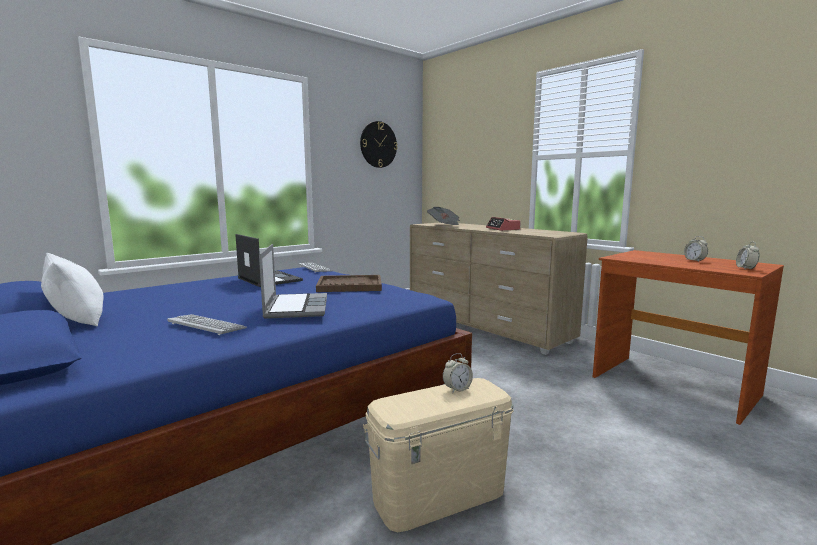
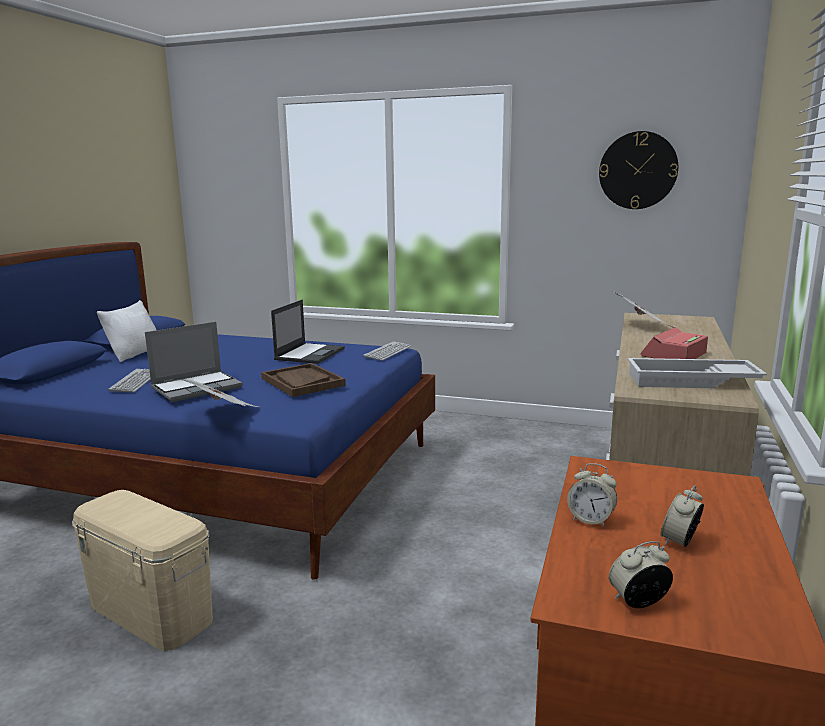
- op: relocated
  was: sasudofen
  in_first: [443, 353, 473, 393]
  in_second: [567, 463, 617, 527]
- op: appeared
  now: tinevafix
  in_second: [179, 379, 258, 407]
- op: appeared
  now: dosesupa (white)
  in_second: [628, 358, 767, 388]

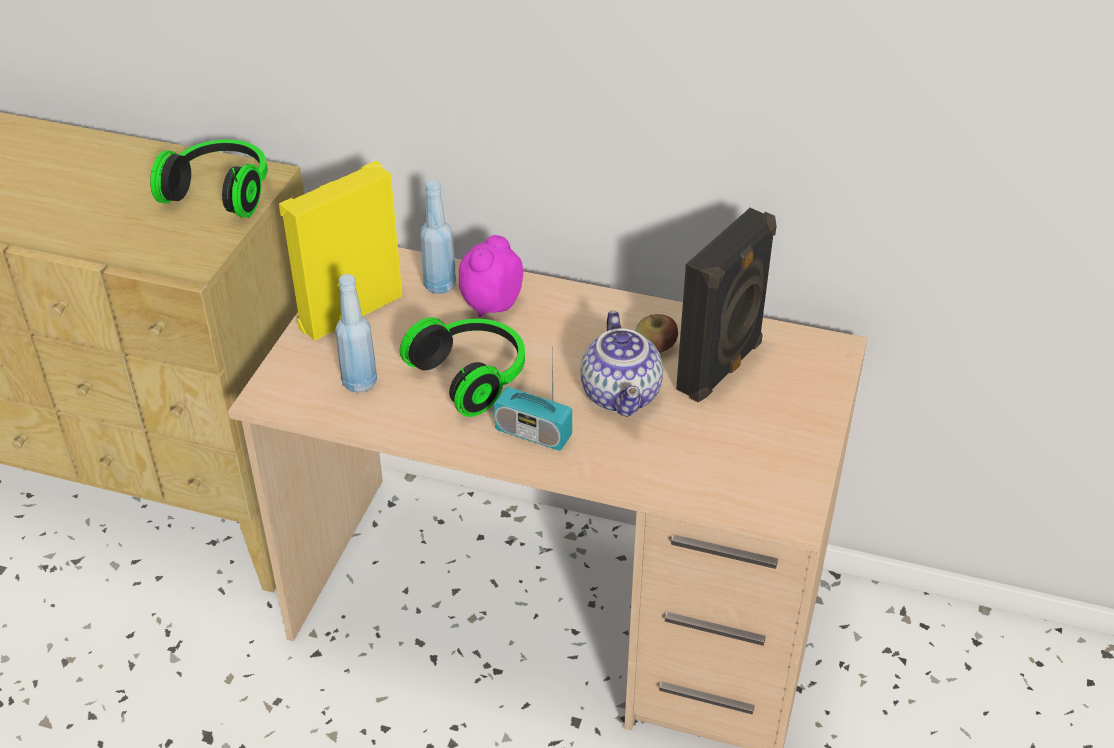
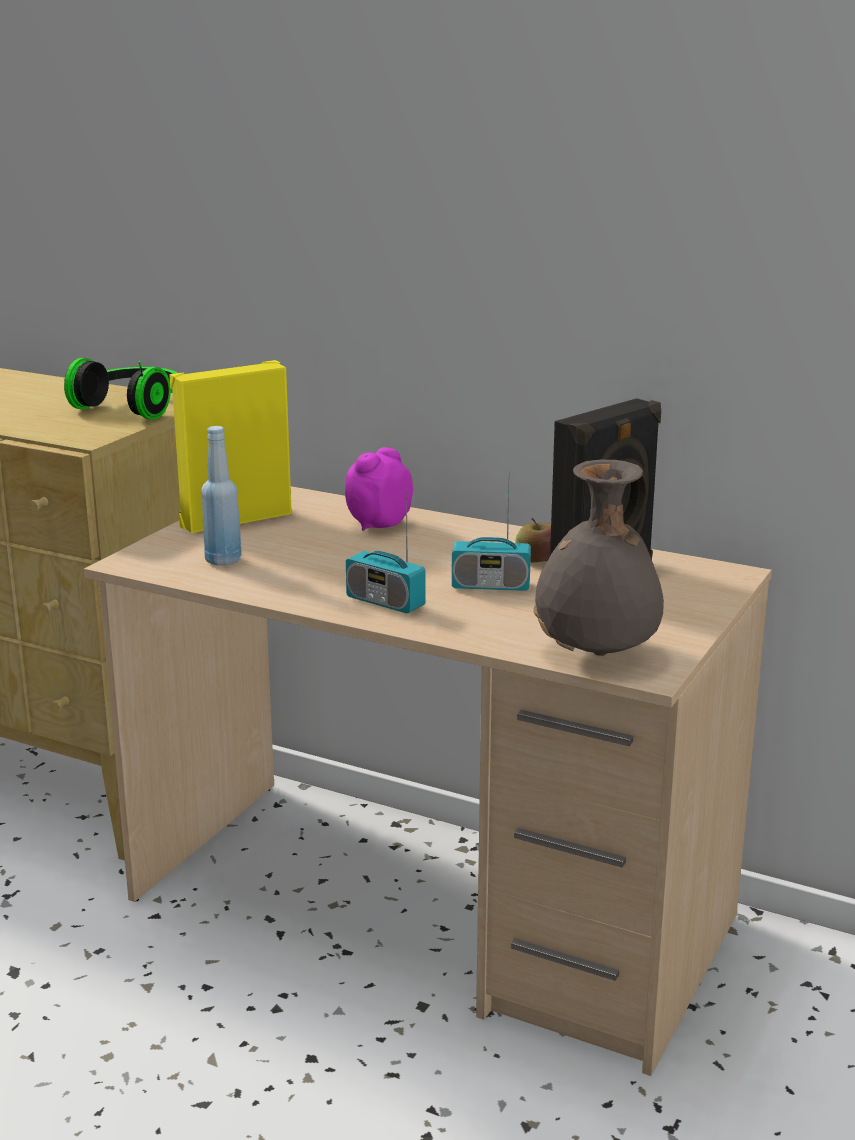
- op: missing
  was: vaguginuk
  in_first: [400, 317, 525, 417]
- op: missing
  was: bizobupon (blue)
  in_first: [420, 180, 456, 294]
- op: exchanged
  was: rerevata
  now: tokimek
  in_first: [581, 311, 663, 417]
  in_second: [452, 488, 531, 591]
- op: appeared
  now: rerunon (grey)
  in_second: [533, 460, 664, 656]

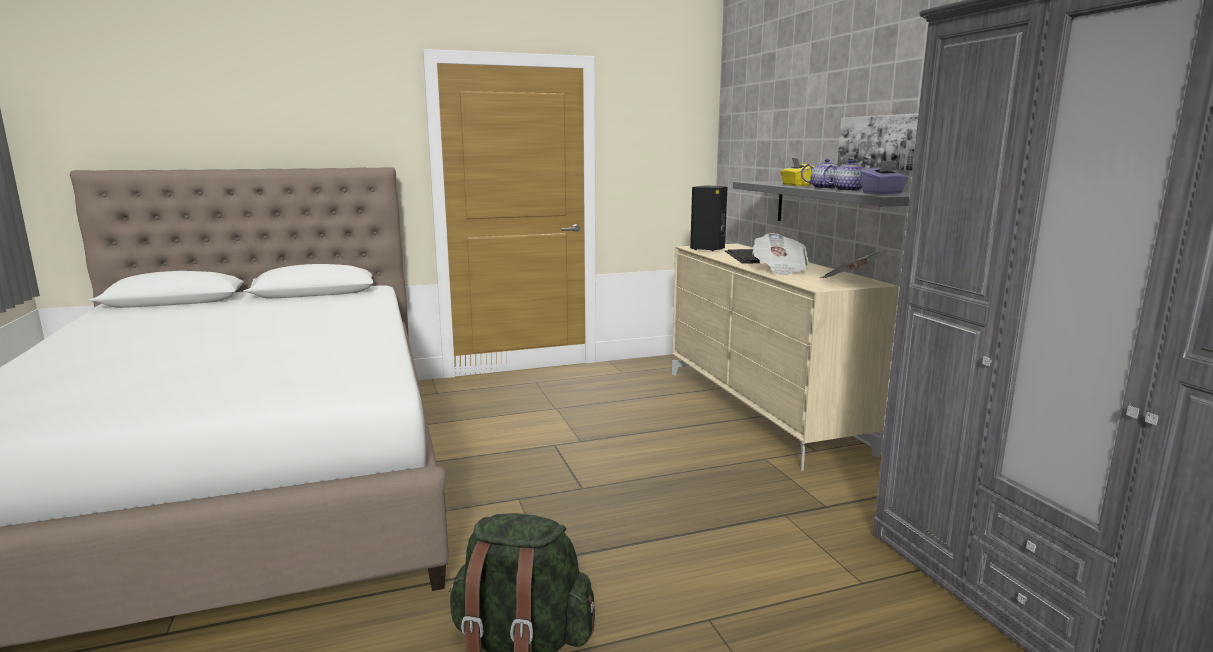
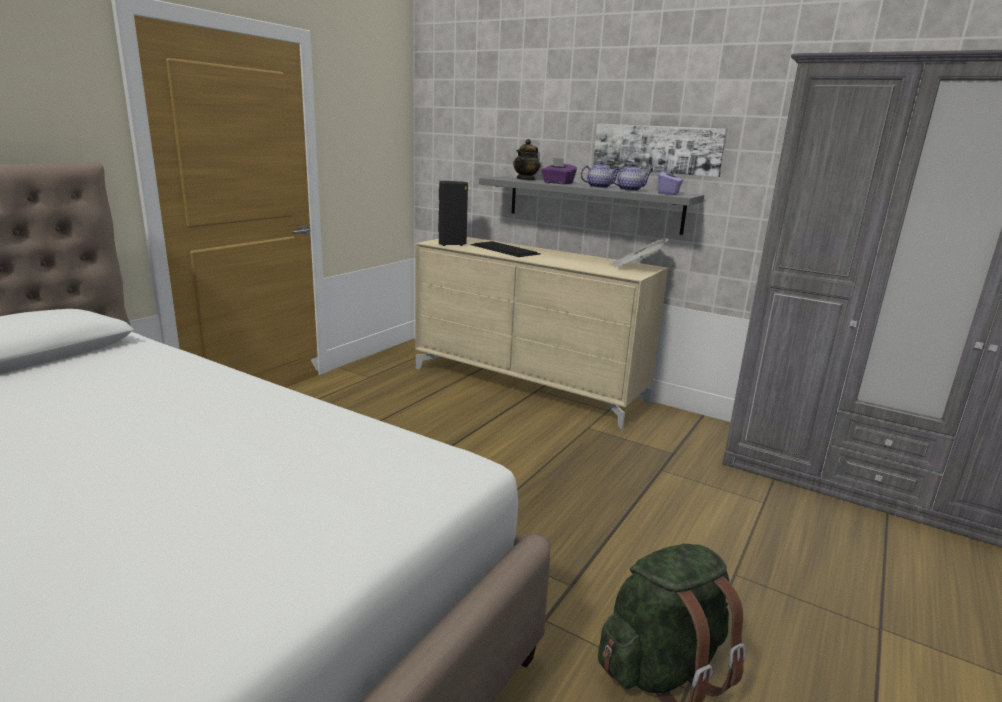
- op: missing
  was: tinevafix
  in_first: [752, 233, 809, 275]
- op: colour
  was: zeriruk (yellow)
  now: zeriruk (purple)
  in_first: [780, 158, 814, 186]
  in_second: [541, 158, 577, 184]
- op: appeared
  now: rerevata
  in_second: [513, 139, 540, 181]

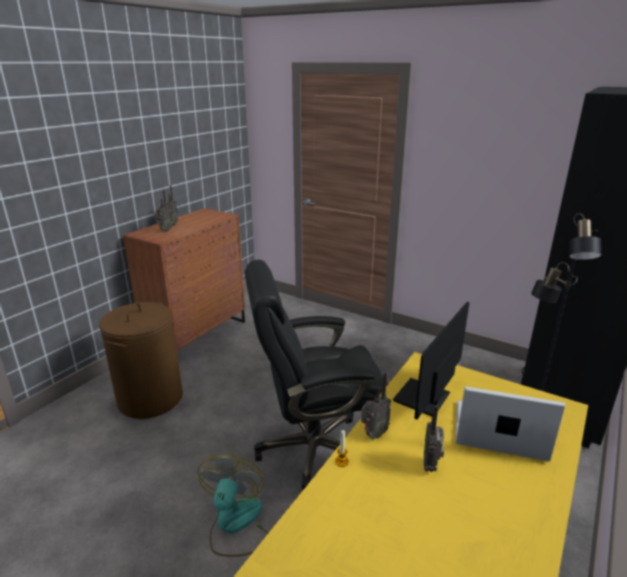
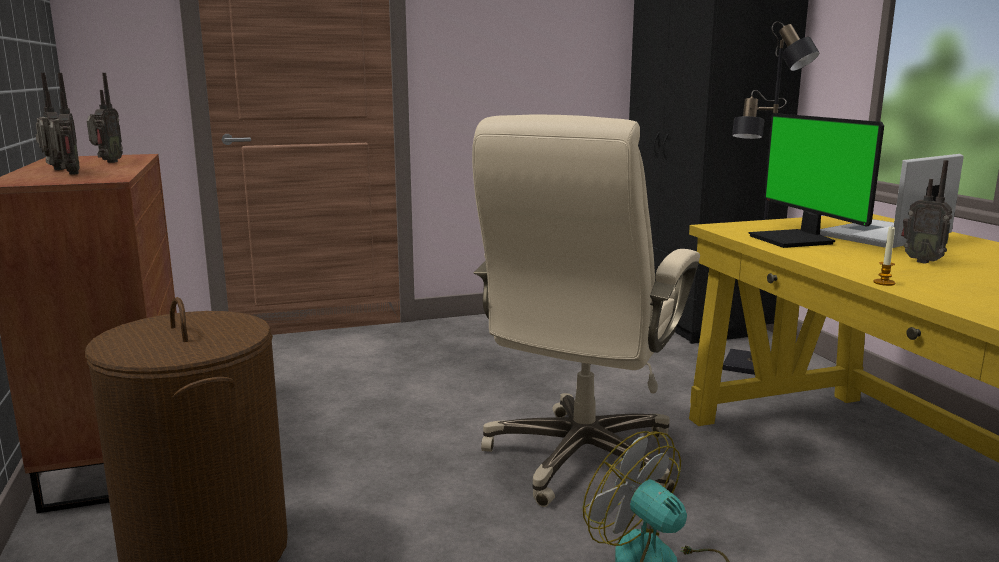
- op: colour
  was: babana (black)
  now: babana (beige)
  in_first: [245, 260, 388, 491]
  in_second: [472, 115, 700, 507]
- op: relocated
  was: tokimek
  in_first: [361, 372, 391, 439]
  in_second: [87, 73, 123, 163]

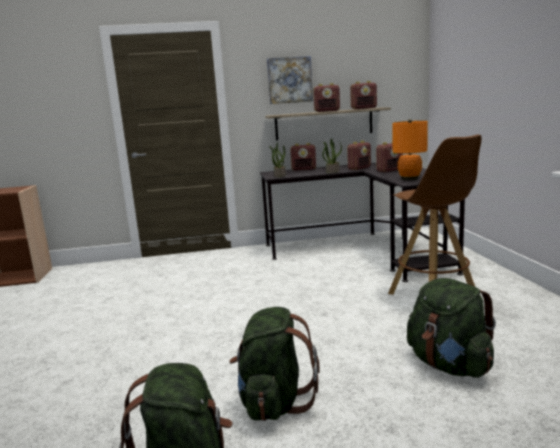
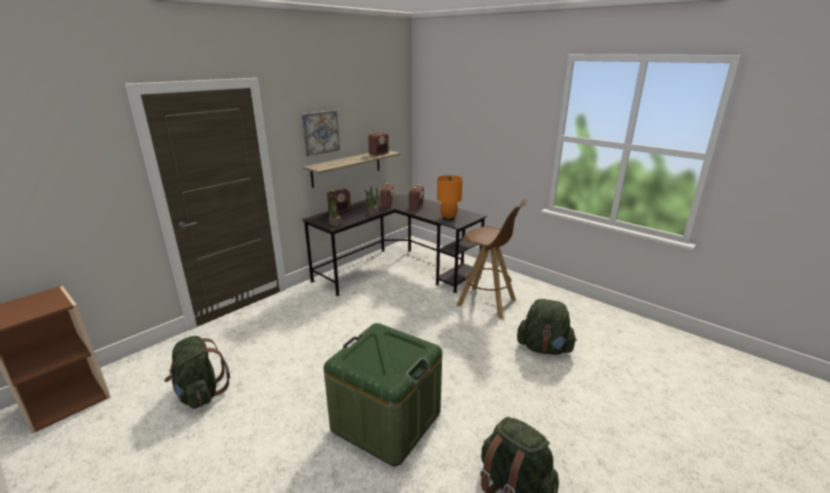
- op: relocated
  was: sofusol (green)
  in_first: [229, 307, 320, 421]
  in_second: [164, 336, 230, 409]
- op: missing
  was: tokimek
  in_first: [313, 83, 340, 112]
- op: appeared
  now: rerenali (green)
  in_second: [324, 323, 442, 466]

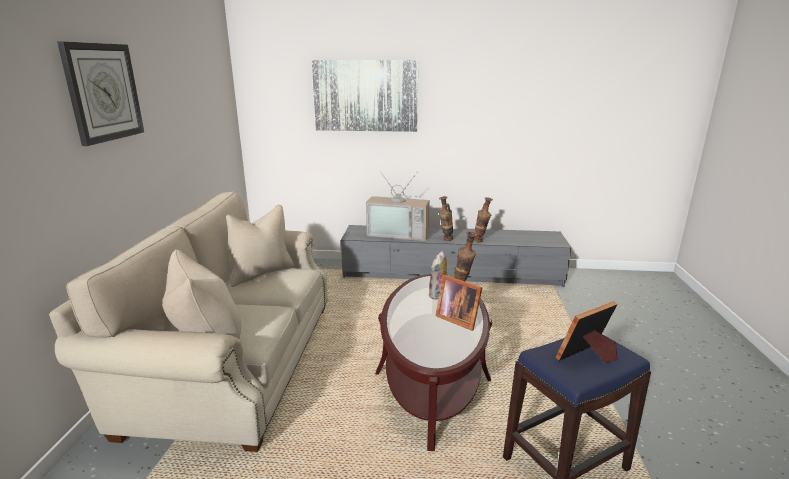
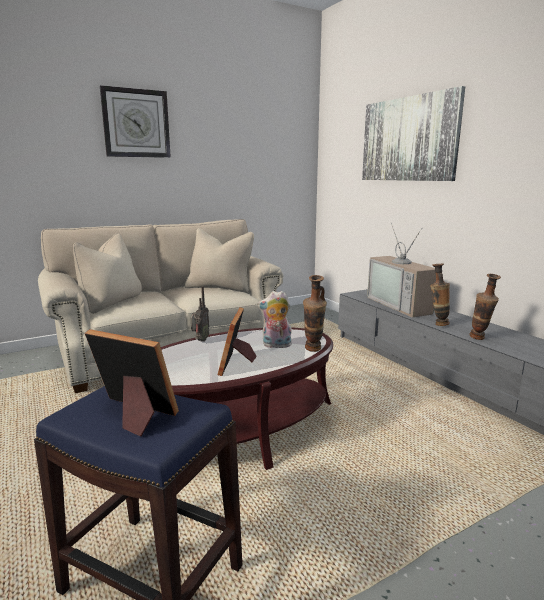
- op: appeared
  now: tokimek
  in_second: [191, 286, 209, 342]

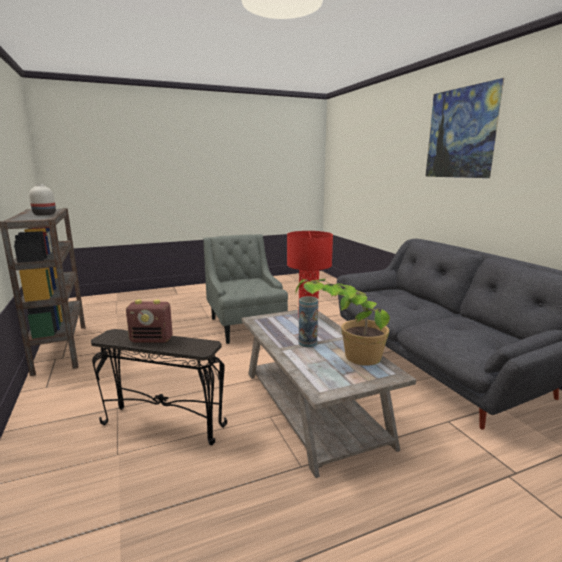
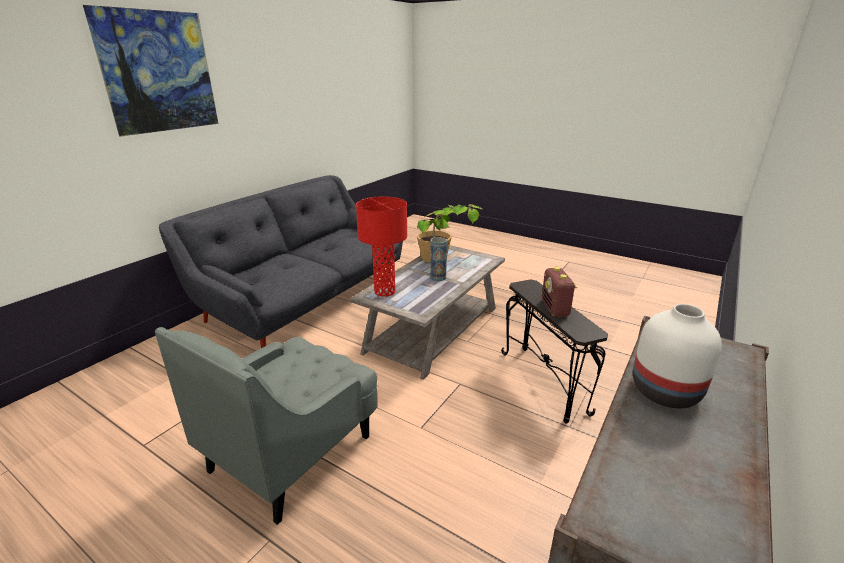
- op: spun
  was: tokimek
  in_first: [126, 299, 173, 343]
  in_second: [542, 267, 577, 317]
  clockwise: -150

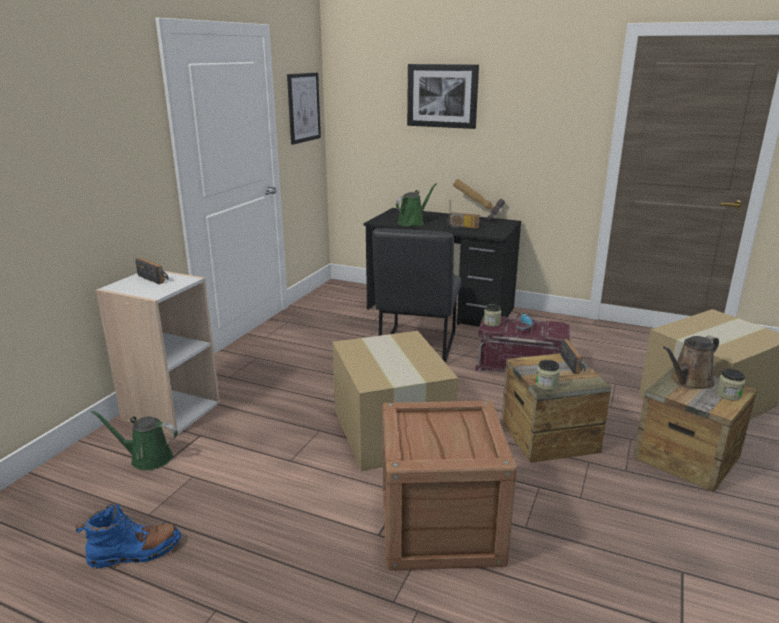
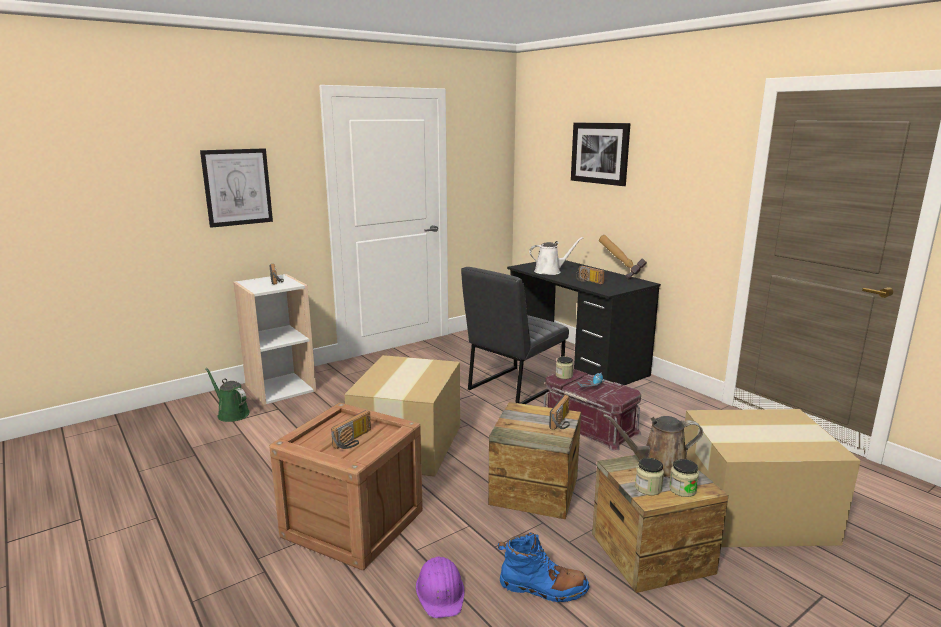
- op: relocated
  was: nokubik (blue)
  in_first: [76, 504, 181, 569]
  in_second: [498, 532, 589, 602]
- op: relocated
  was: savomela
  in_first: [287, 73, 321, 145]
  in_second: [200, 148, 273, 228]
- op: colour
  was: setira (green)
  now: setira (white)
  in_first: [396, 183, 437, 226]
  in_second: [529, 237, 583, 275]
- op: relocated
  was: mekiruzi
  in_first: [536, 360, 560, 390]
  in_second: [635, 458, 664, 495]
- op: appeared
  now: tokimek
  in_second: [331, 410, 371, 449]
- op: appeared
  now: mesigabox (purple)
  in_second: [416, 556, 464, 618]

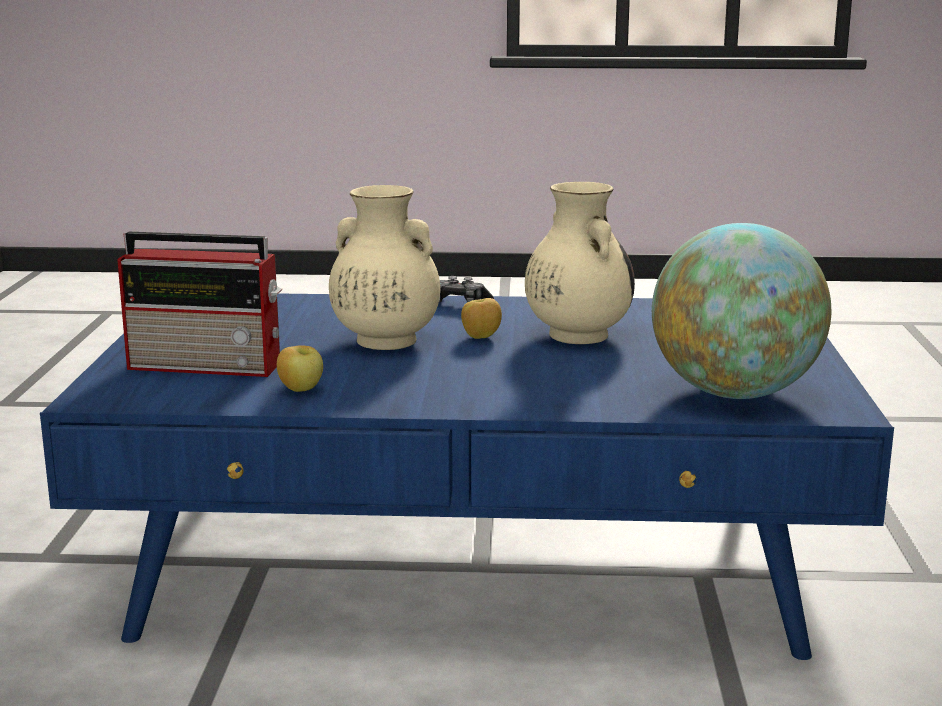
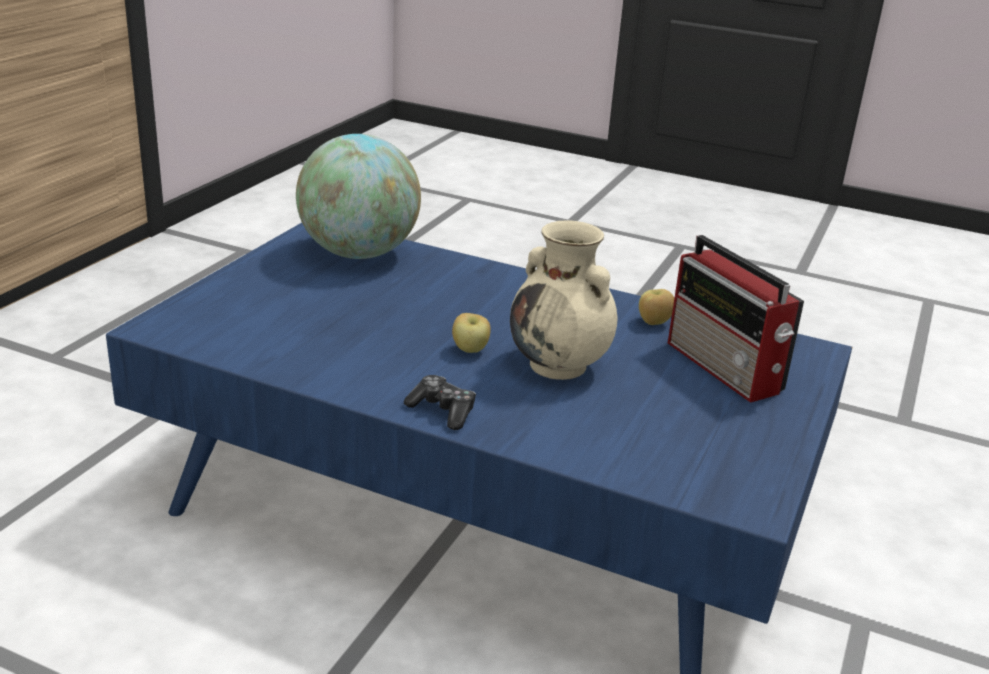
- op: spun
  was: tokimek
  in_first: [118, 232, 282, 377]
  in_second: [668, 235, 804, 403]
  clockwise: -150
- op: missing
  was: rerunon (beige)
  in_first: [525, 182, 635, 344]

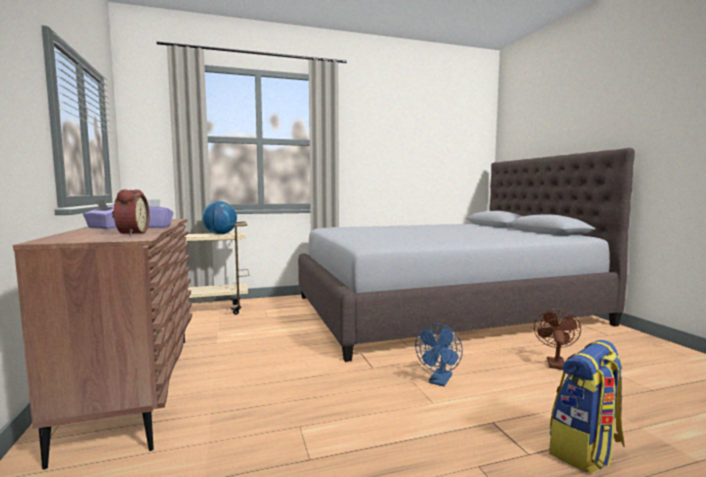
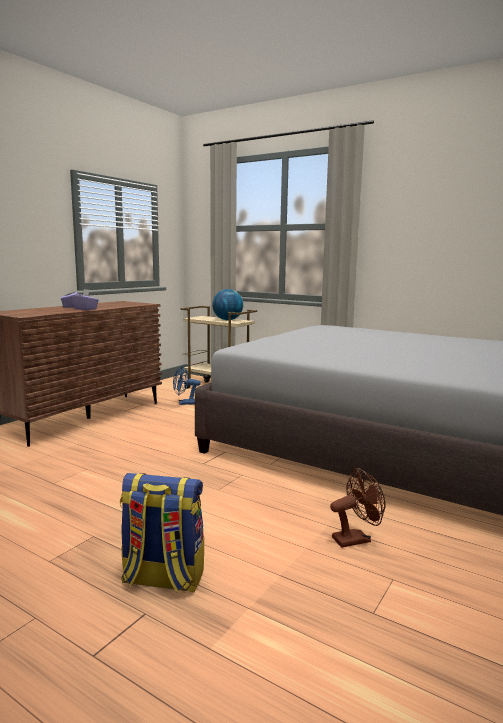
- op: missing
  was: sasudofen
  in_first: [112, 189, 150, 235]
- op: relocated
  was: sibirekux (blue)
  in_first: [415, 323, 463, 387]
  in_second: [173, 366, 201, 405]

